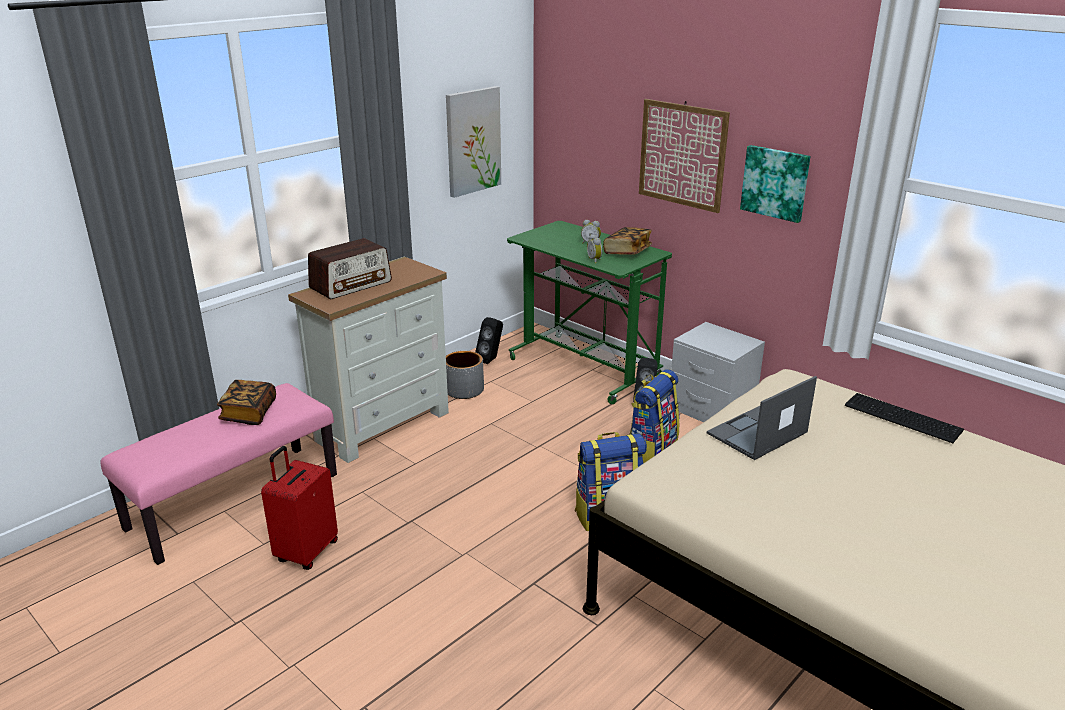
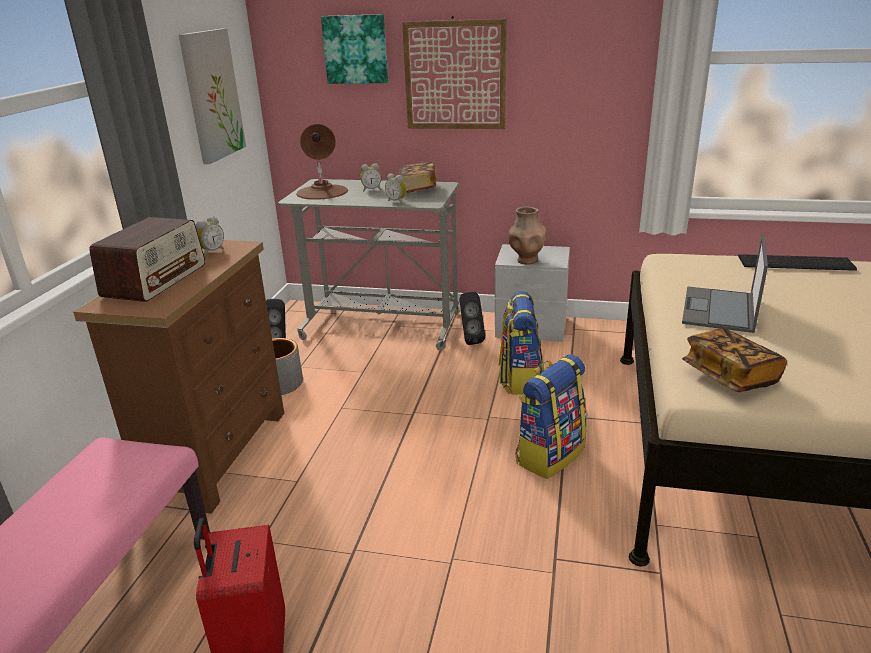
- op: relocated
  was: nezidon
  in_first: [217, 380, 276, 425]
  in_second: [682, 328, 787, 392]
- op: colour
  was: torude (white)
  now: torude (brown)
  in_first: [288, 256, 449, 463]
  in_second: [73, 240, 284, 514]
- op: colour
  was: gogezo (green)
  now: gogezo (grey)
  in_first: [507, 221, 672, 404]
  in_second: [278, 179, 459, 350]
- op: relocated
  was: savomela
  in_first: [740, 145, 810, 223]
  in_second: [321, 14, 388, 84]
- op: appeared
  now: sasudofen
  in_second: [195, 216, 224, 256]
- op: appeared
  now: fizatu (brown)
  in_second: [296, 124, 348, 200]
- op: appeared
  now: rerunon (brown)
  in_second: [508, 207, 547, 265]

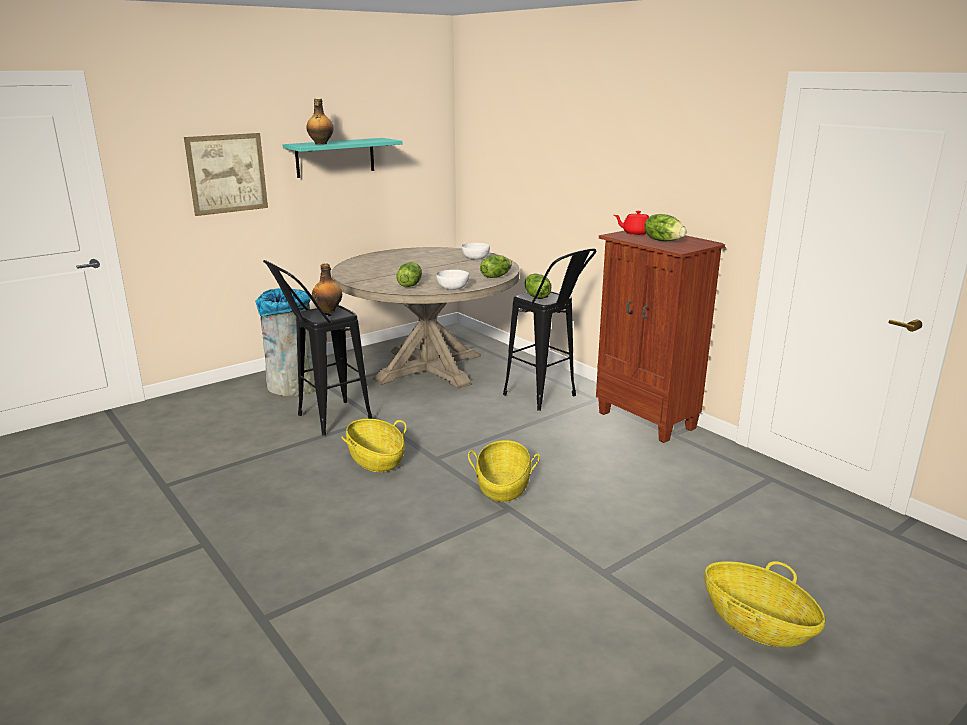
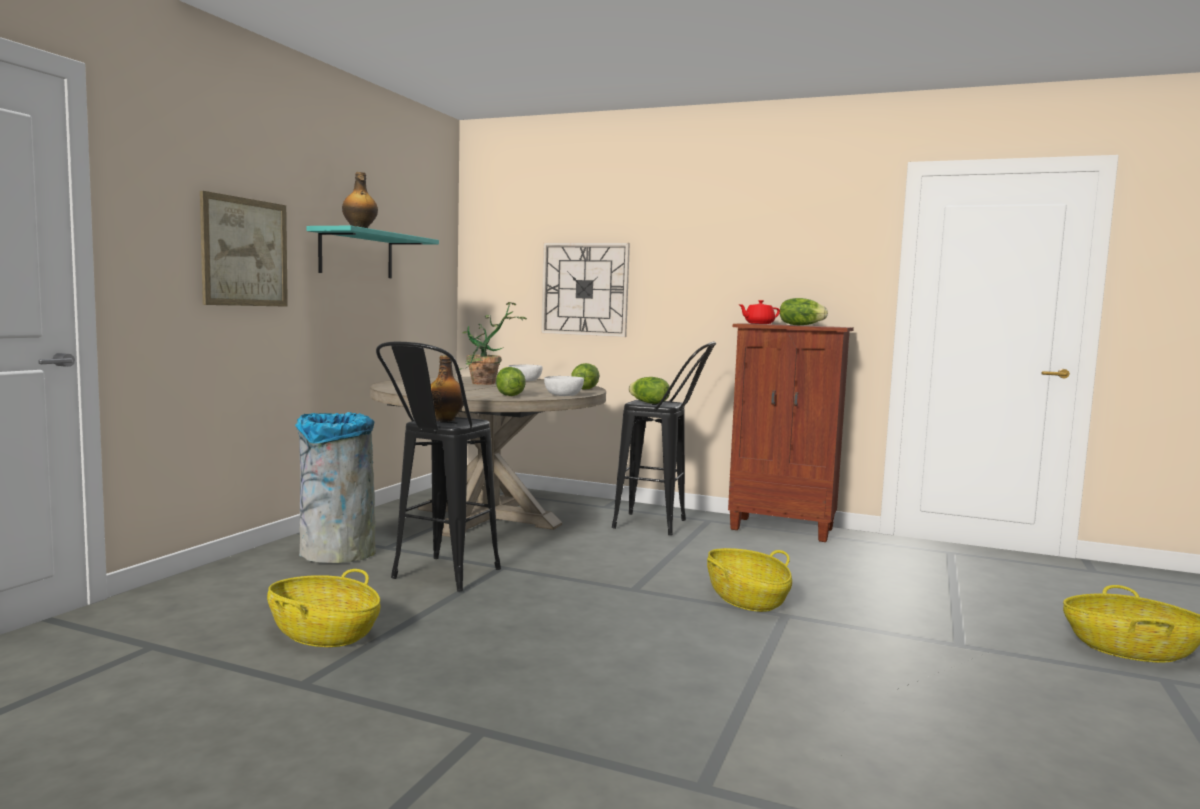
- op: relocated
  was: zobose
  in_first: [341, 419, 407, 472]
  in_second: [267, 569, 380, 647]
- op: appeared
  now: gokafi
  in_second: [459, 302, 527, 385]
- op: appeared
  now: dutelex
  in_second: [541, 243, 630, 337]

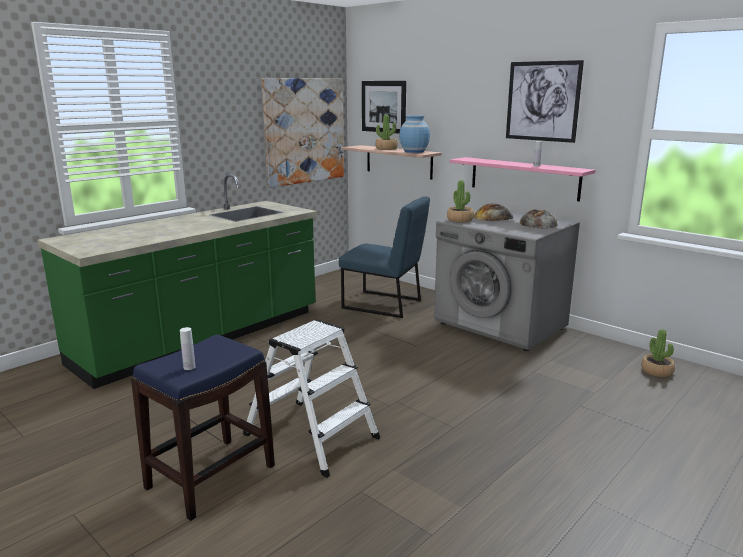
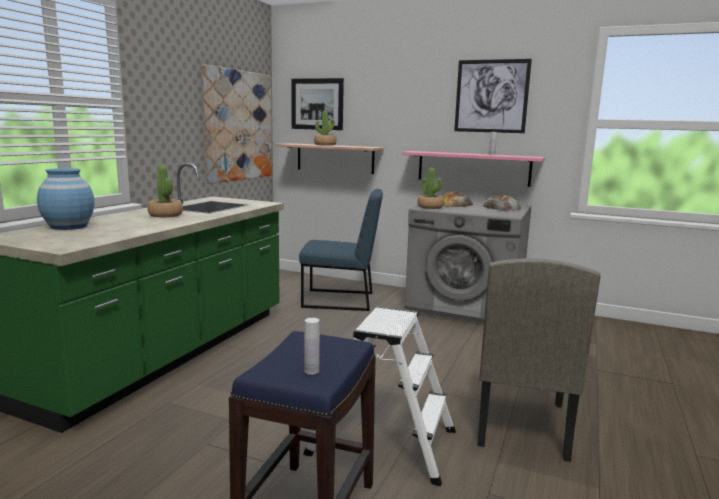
- op: relocated
  was: rerunon (blue)
  in_first: [399, 115, 430, 153]
  in_second: [37, 168, 95, 230]
- op: relocated
  was: gokafi
  in_first: [642, 329, 675, 377]
  in_second: [148, 165, 183, 217]
- op: appeared
  now: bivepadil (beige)
  in_second: [478, 258, 601, 462]

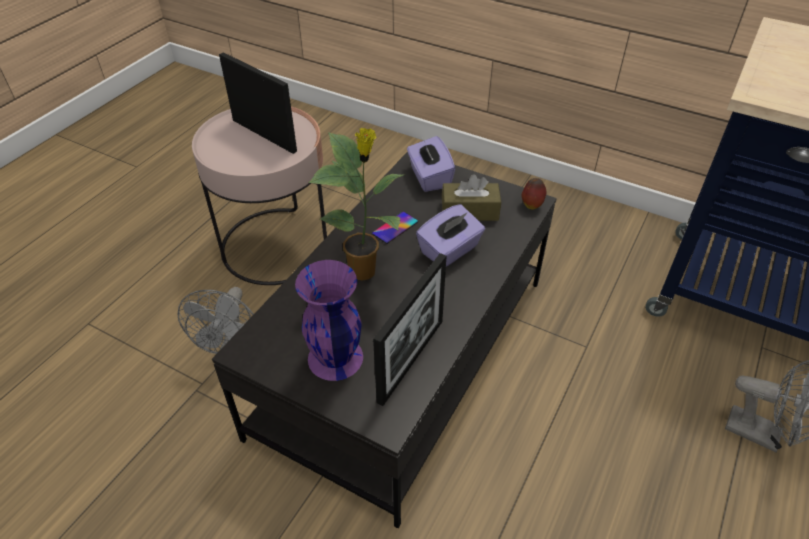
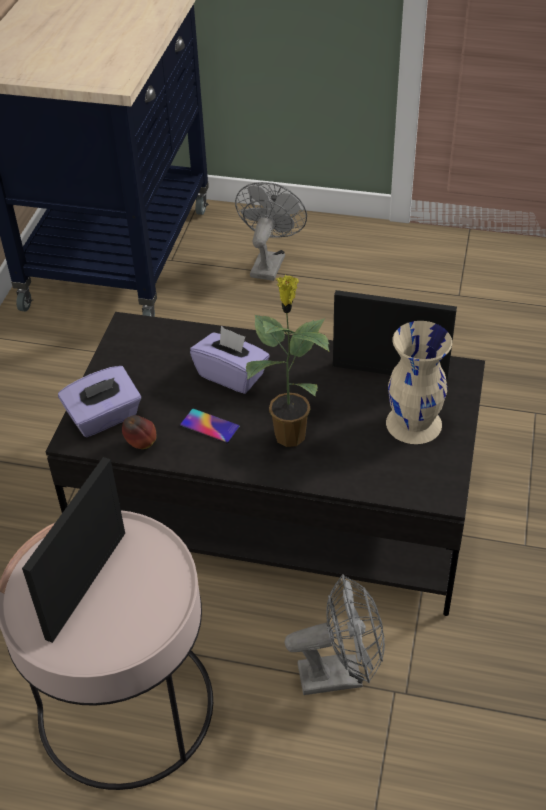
- op: colour
  was: rerunon (purple)
  now: rerunon (beige)
  in_first: [295, 260, 363, 381]
  in_second: [386, 321, 452, 444]
- op: missing
  was: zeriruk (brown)
  in_first: [442, 174, 501, 221]
- op: relocated
  was: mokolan
  in_first: [522, 178, 546, 210]
  in_second: [122, 415, 156, 449]

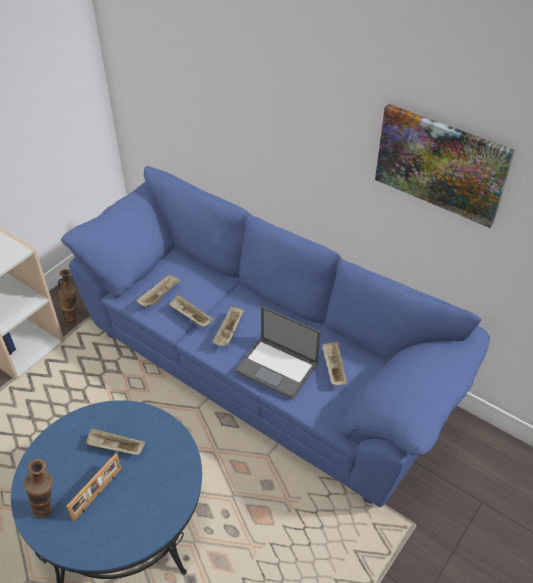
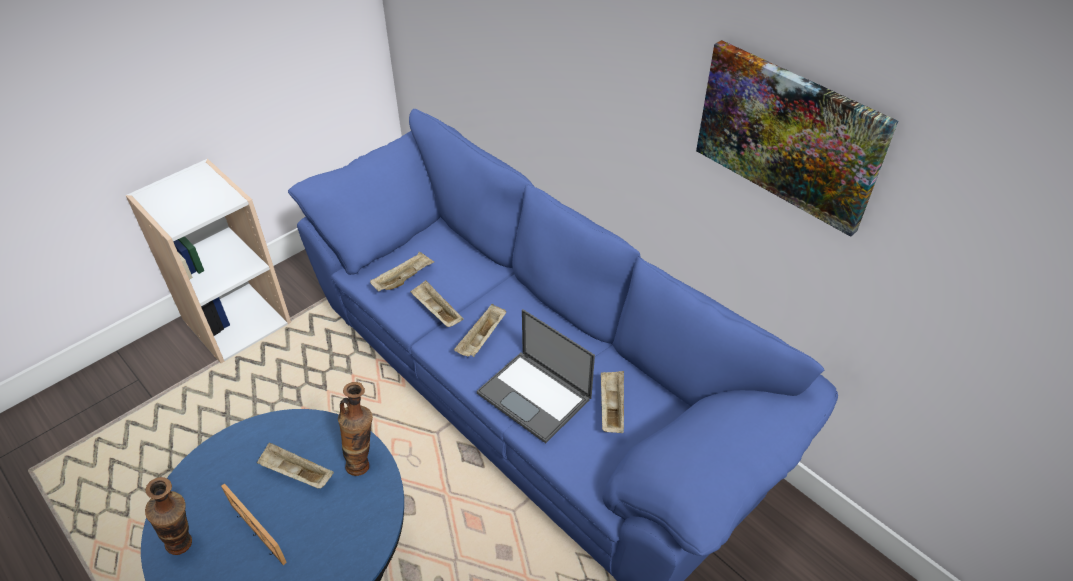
- op: relocated
  was: rerunon
  in_first: [58, 269, 77, 325]
  in_second: [338, 382, 373, 476]
- op: spun
  was: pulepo
  in_first: [66, 453, 122, 521]
  in_second: [221, 483, 287, 565]
  clockwise: 90

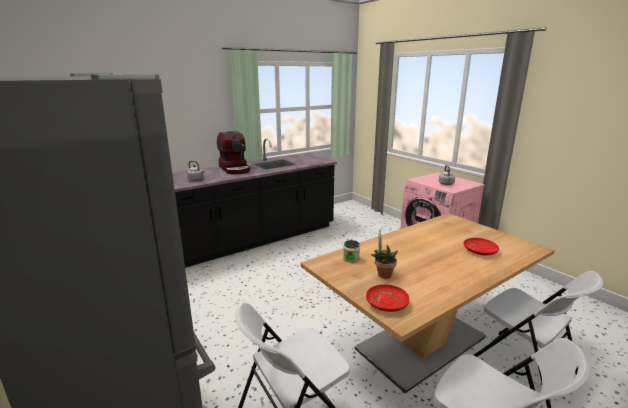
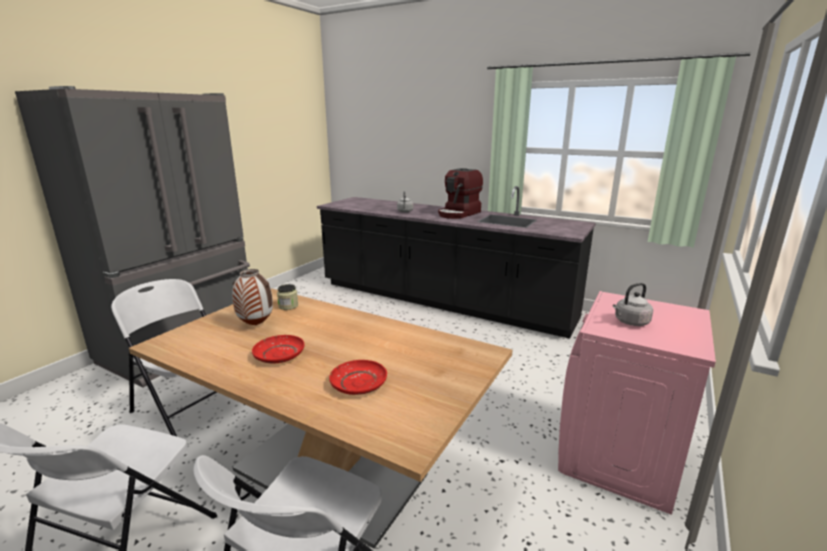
- op: relocated
  was: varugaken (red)
  in_first: [366, 284, 410, 312]
  in_second: [252, 335, 304, 363]
- op: exchanged
  was: gokafi
  now: rerunon
  in_first: [371, 229, 398, 279]
  in_second: [232, 269, 273, 325]

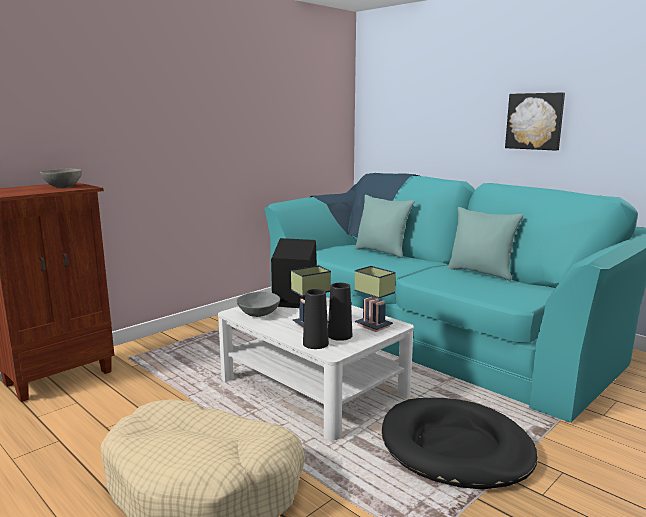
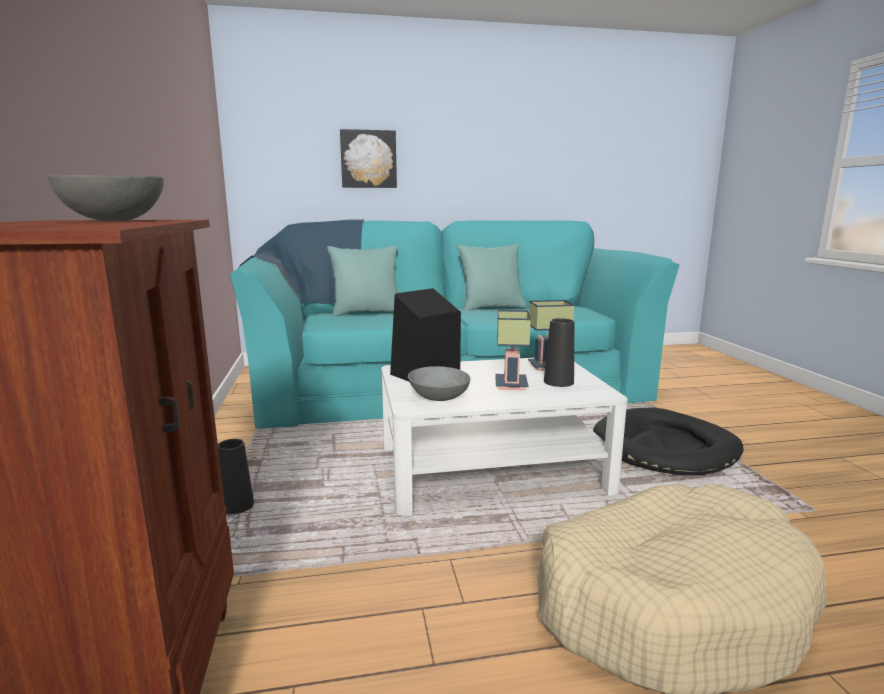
- op: relocated
  was: rerunon (black)
  in_first: [303, 289, 329, 349]
  in_second: [218, 439, 254, 514]
- op: relocated
  was: savomela
  in_first: [505, 92, 565, 151]
  in_second: [340, 129, 397, 188]

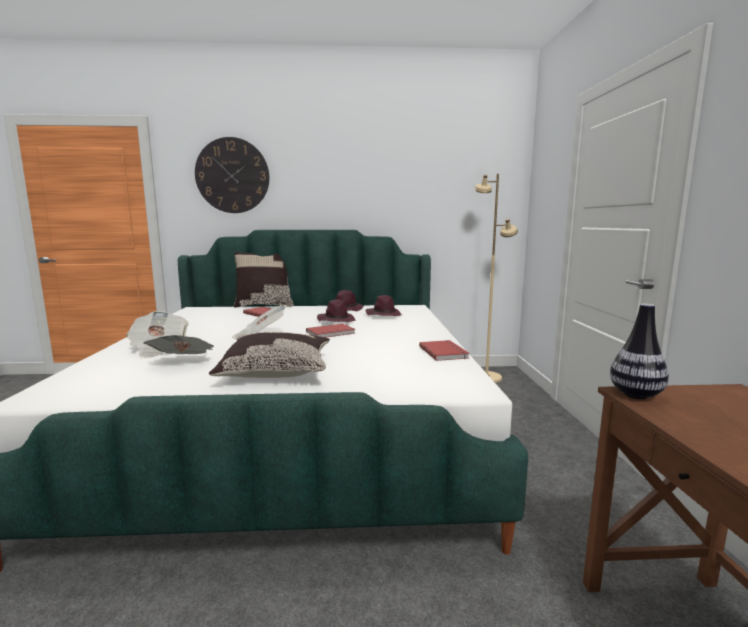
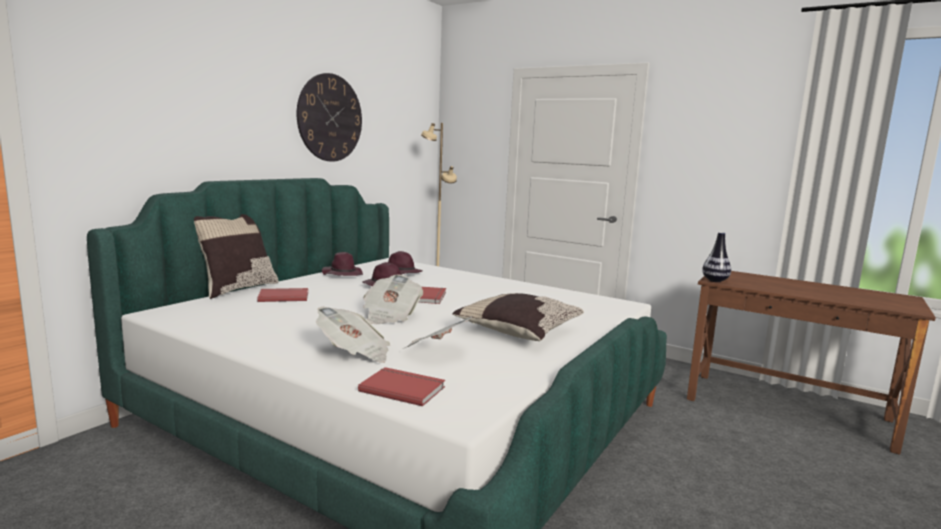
- op: relocated
  was: dutelex
  in_first: [195, 137, 269, 213]
  in_second: [297, 73, 362, 162]
- op: relocated
  was: nezidon (red)
  in_first: [419, 340, 470, 361]
  in_second: [358, 367, 445, 406]

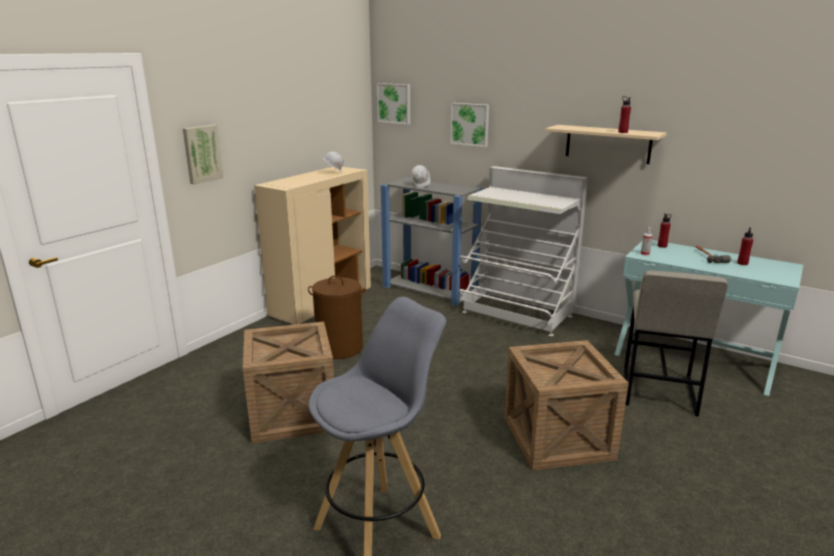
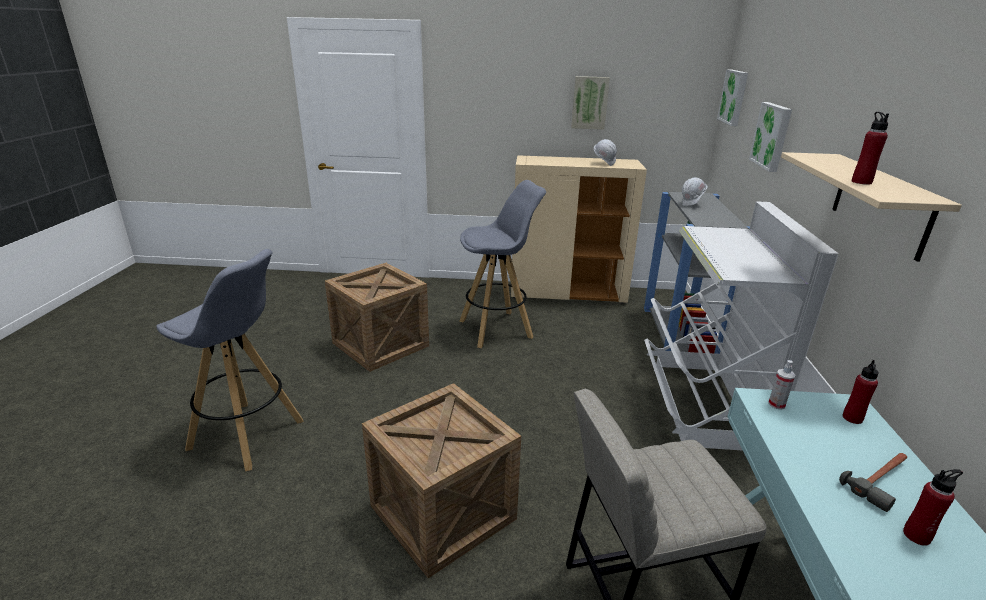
- op: relocated
  was: savomela
  in_first: [183, 125, 223, 184]
  in_second: [571, 76, 610, 130]
- op: exchanged
  was: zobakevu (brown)
  now: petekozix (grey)
  in_first: [308, 275, 367, 359]
  in_second: [459, 180, 546, 348]

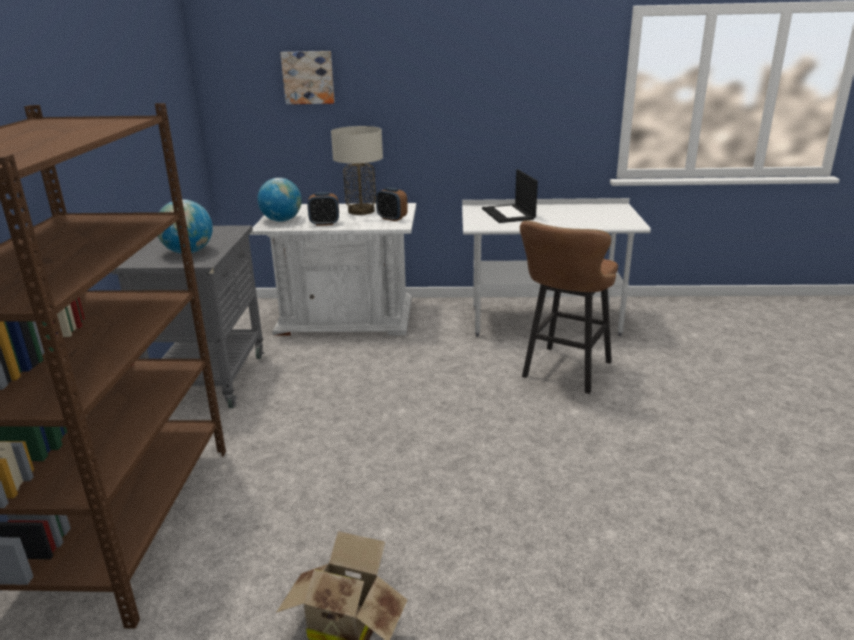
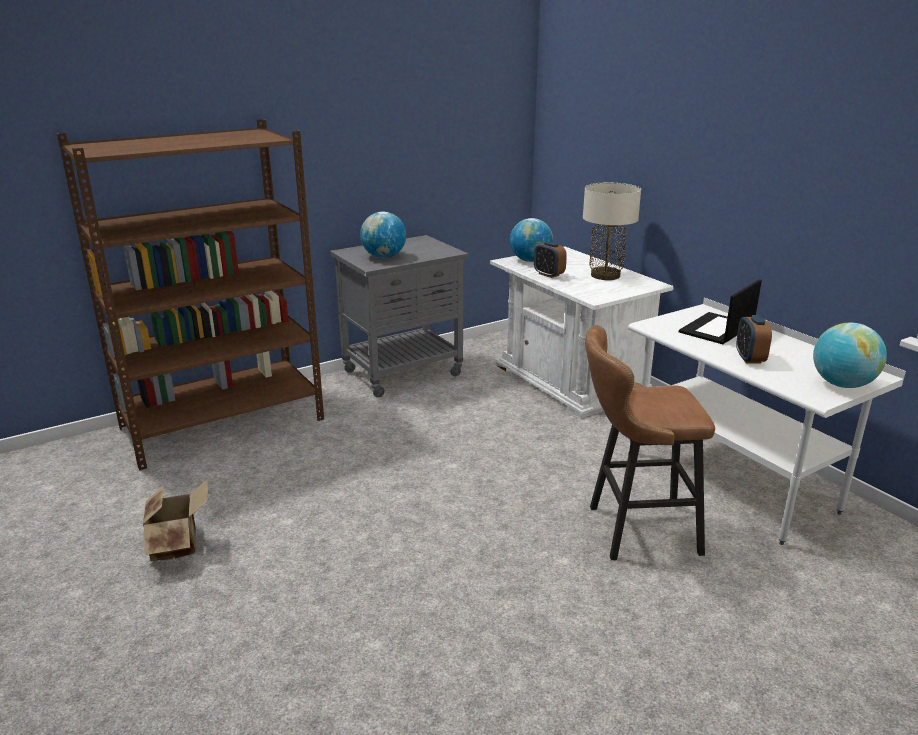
- op: missing
  was: savomela
  in_first: [280, 51, 335, 104]
- op: relocated
  was: sasudofen
  in_first: [376, 187, 408, 221]
  in_second: [736, 315, 772, 364]
- op: appeared
  now: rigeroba
  in_second: [813, 323, 887, 388]

